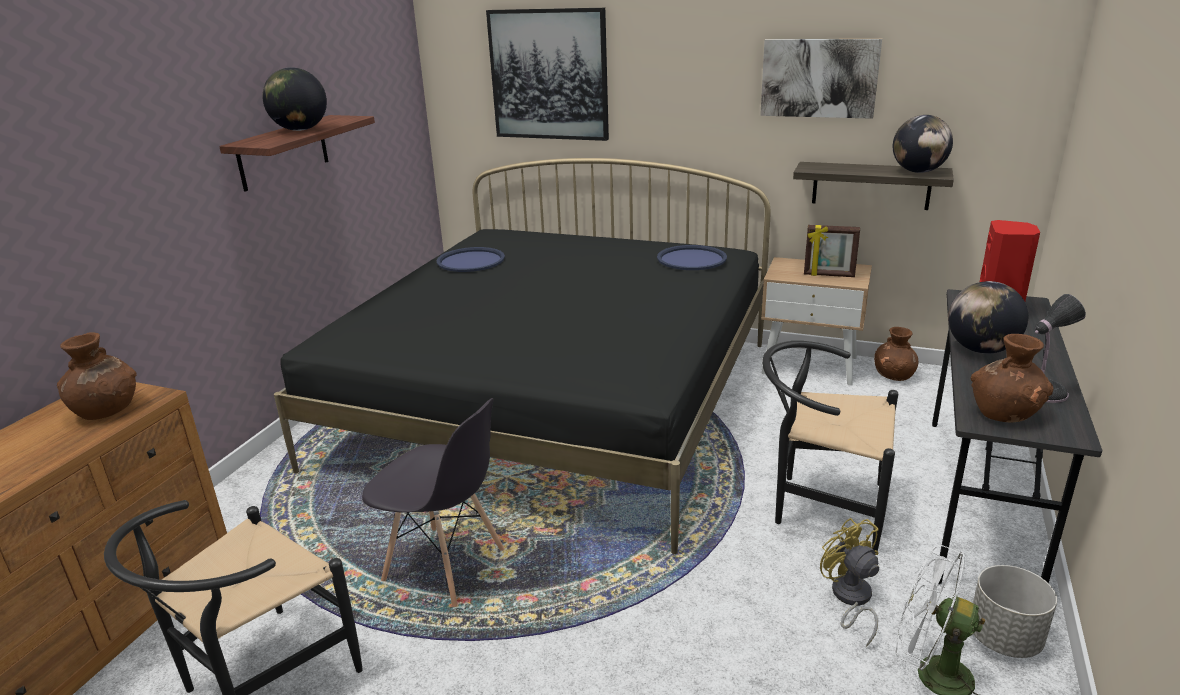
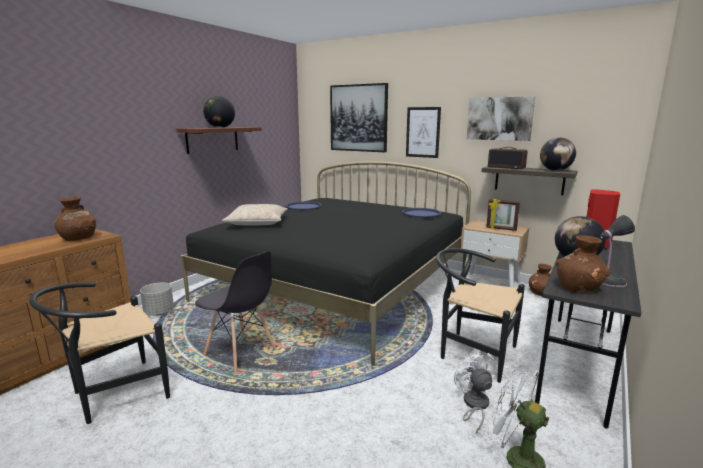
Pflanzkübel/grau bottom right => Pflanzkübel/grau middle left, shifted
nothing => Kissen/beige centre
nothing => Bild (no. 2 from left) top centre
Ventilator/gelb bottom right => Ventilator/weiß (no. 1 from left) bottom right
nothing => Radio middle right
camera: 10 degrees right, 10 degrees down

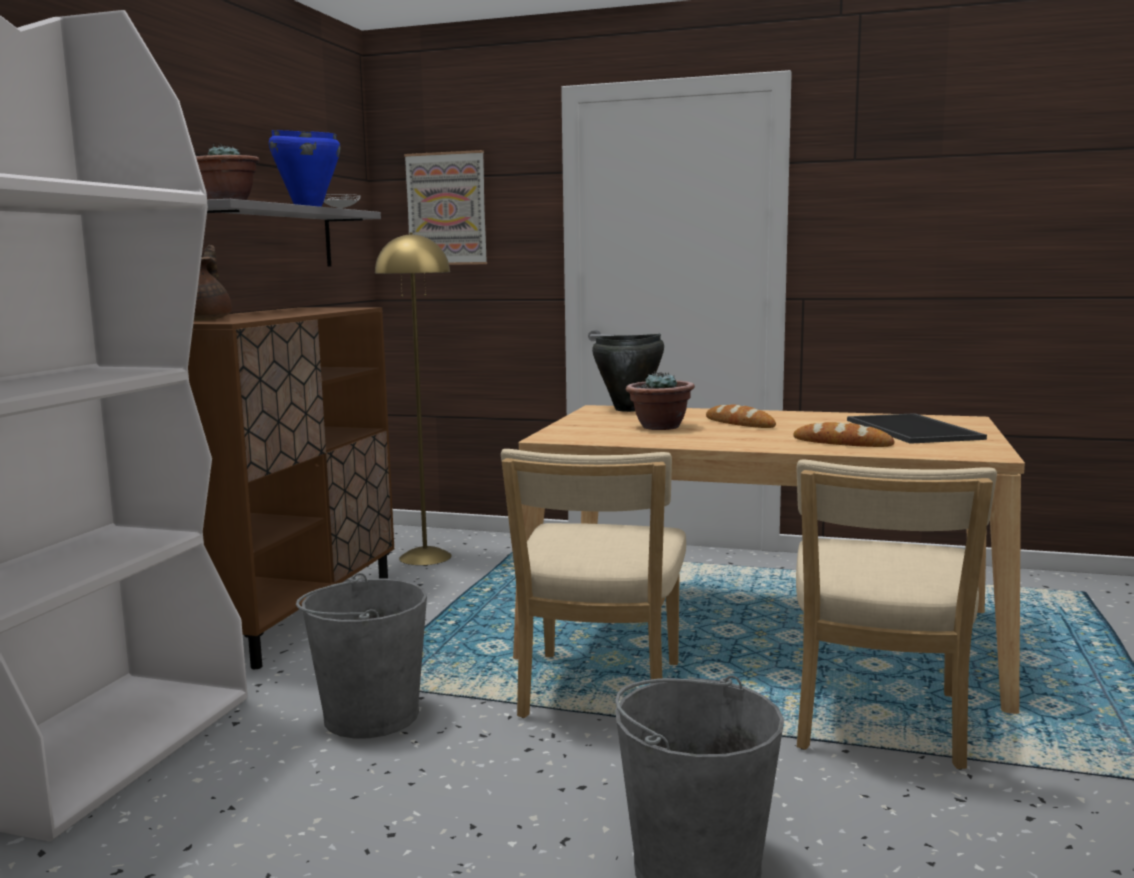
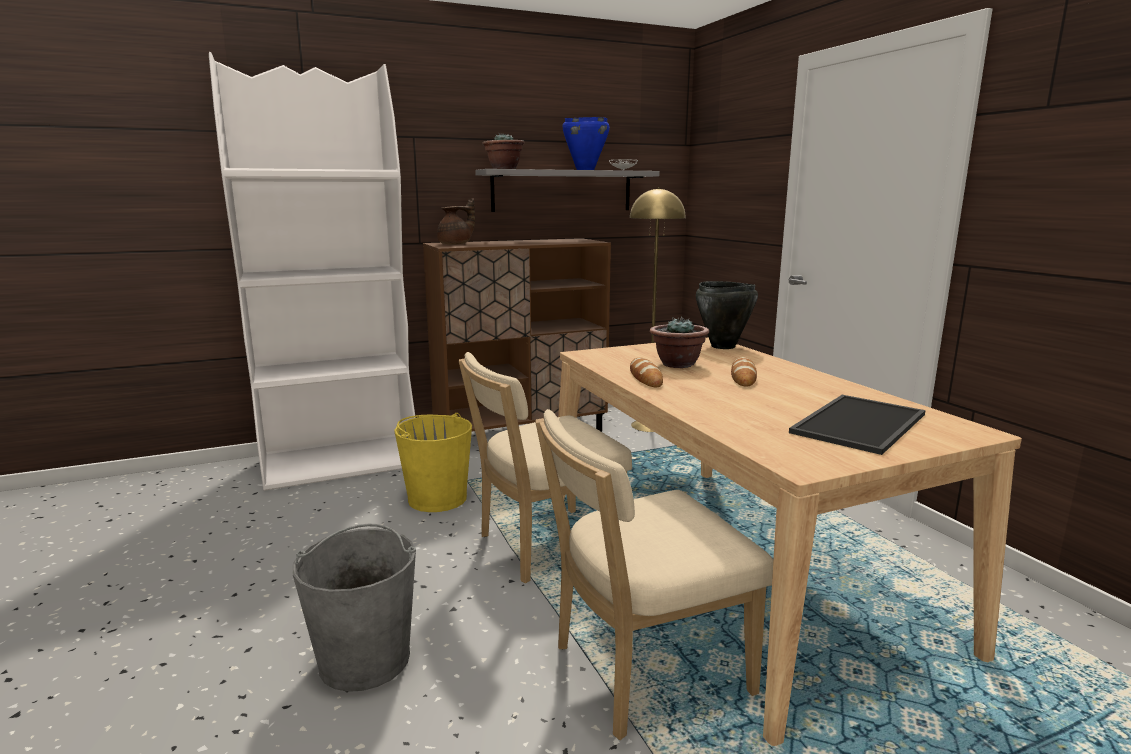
Eimer/grau (no. 1 from left) bottom left => Eimer/gelb centre
Brot (no. 2 from left in the first image) middle right => Brot (no. 1 from left) centre, shifted
Bild top centre => nothing
camera: 50 degrees right, 5 degrees up

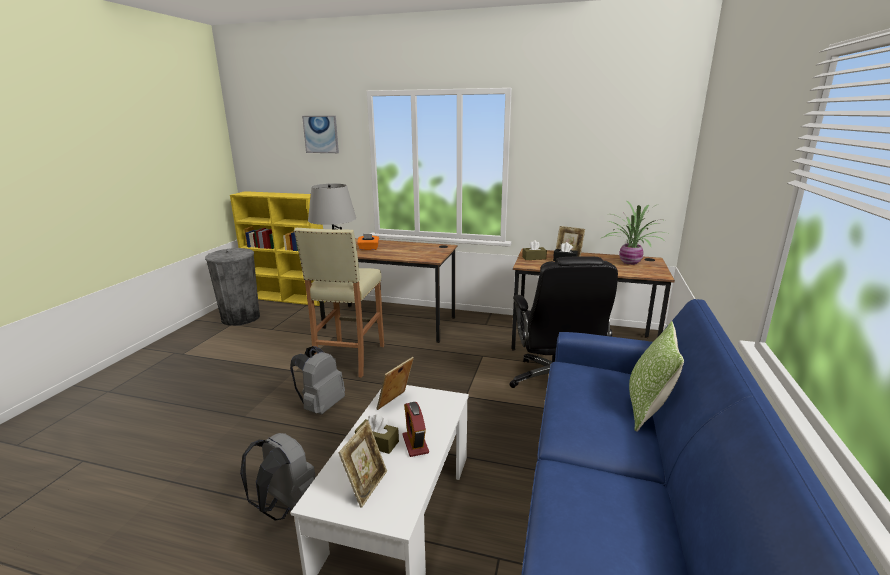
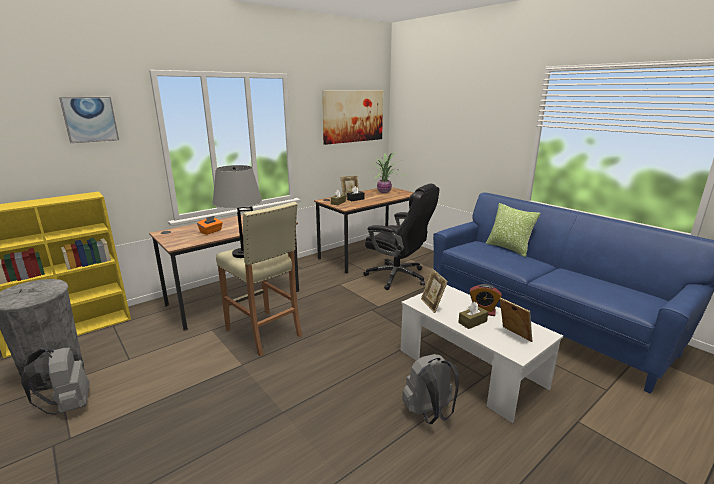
Rucksack/grau (no. 2 from left in the first image) centre => Rucksack/grau (no. 1 from left) bottom left, shifted
nothing => Bild (no. 2 from left) top centre
camera: 55 degrees left, 0 degrees up

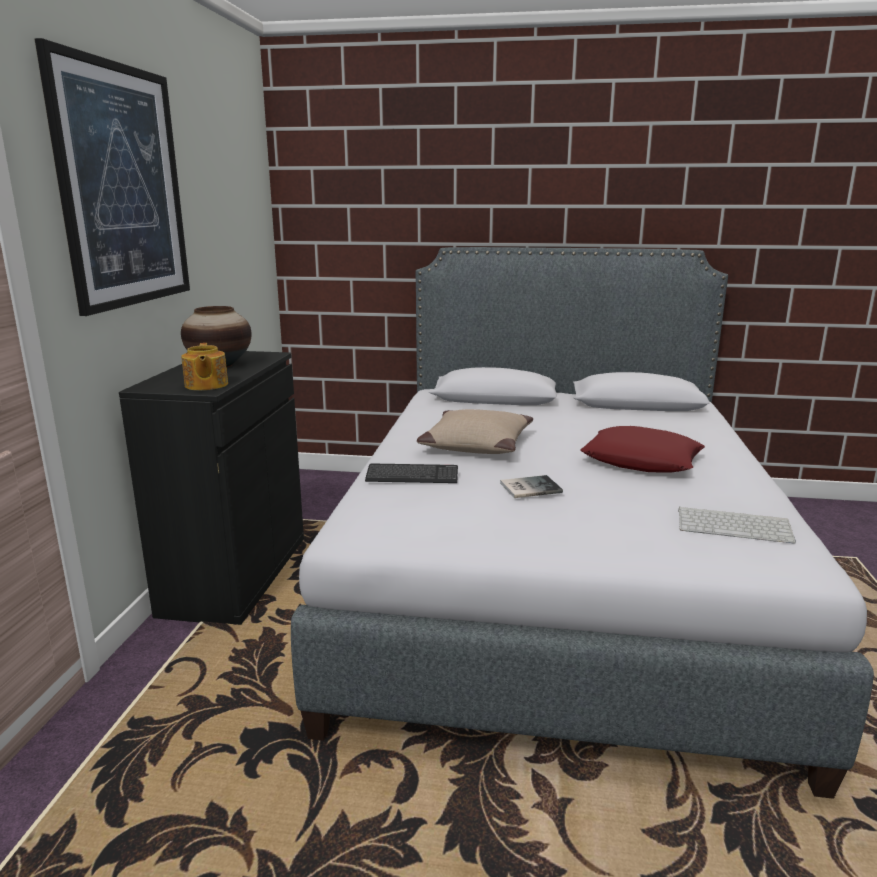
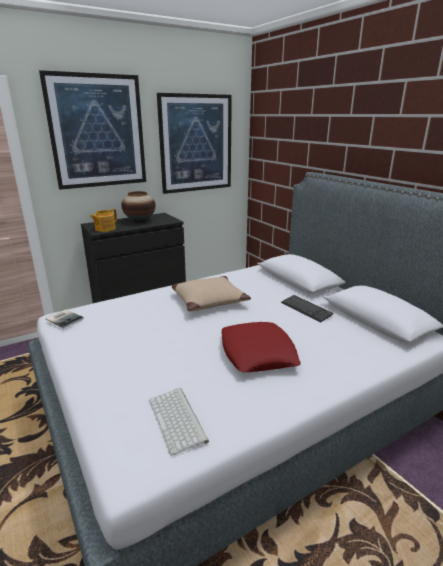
Buch centre => Buch middle left, shifted
nothing => Bild (no. 2 from left) top centre
Tastatur (no. 1 from left in the first image) centre => Tastatur (no. 2 from left) middle right, shifted
camera: 50 degrees right, 5 degrees up

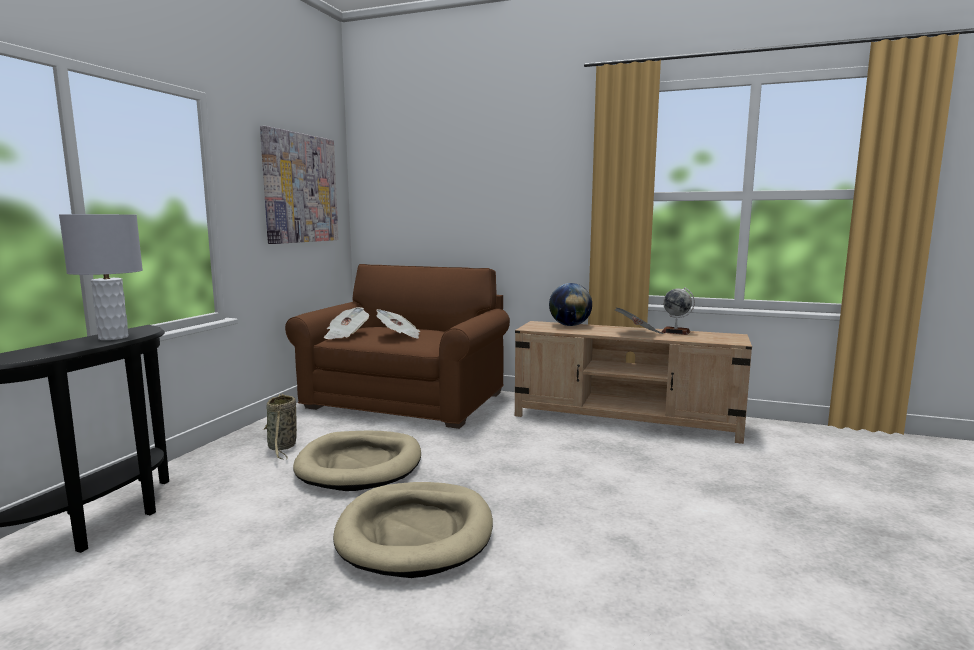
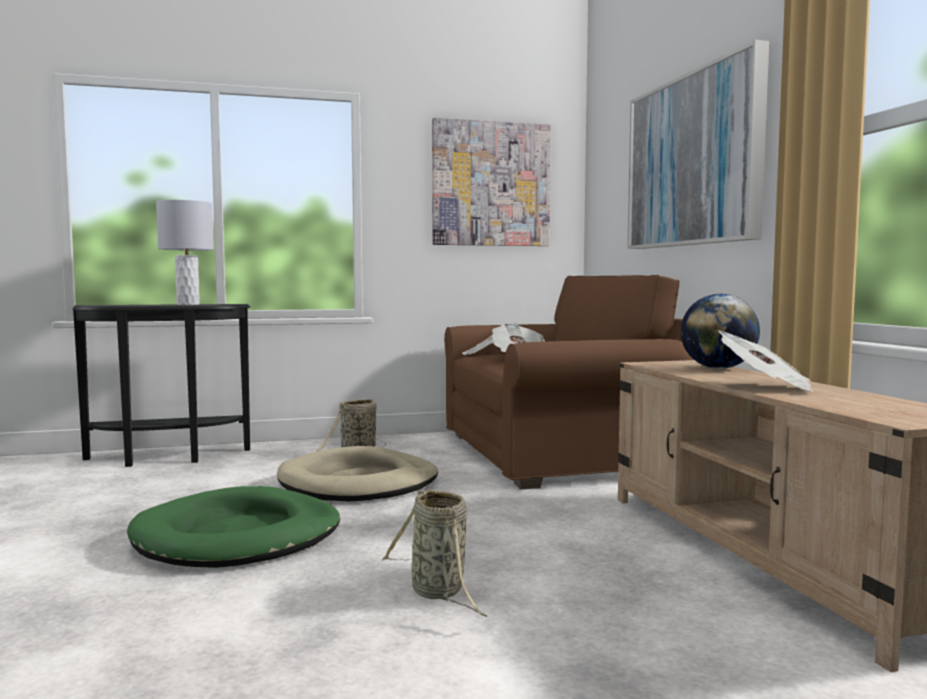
Hundebett/beige (no. 2 from left) bottom centre => Hundebett/grün bottom left
nothing => Korb (no. 2 from left) bottom centre
nothing => Bild (no. 2 from left) top right
Globus (no. 2 from left) middle right => nothing
camera: 55 degrees right, 5 degrees down

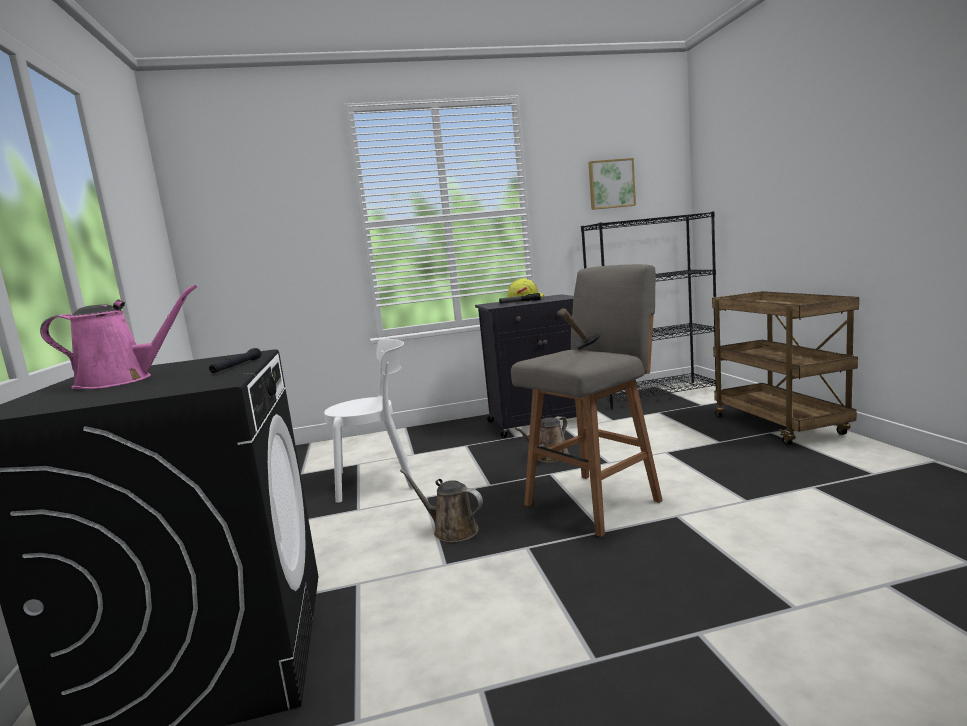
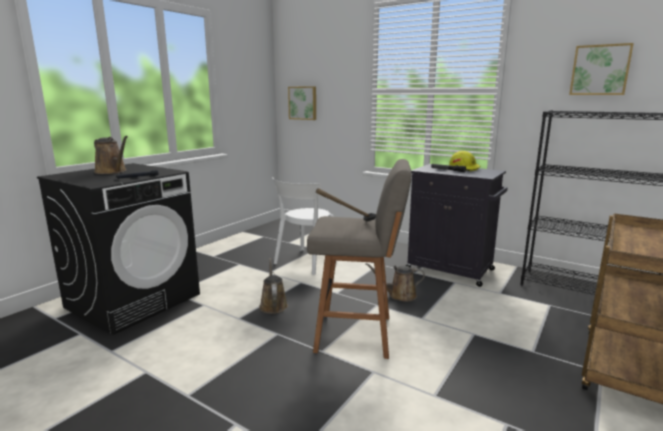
Gießkanne/rosa middle left => Gießkanne/braun (no. 1 from left) middle left
Stuhl/weiß centre, 90 degrees clockwise
nothing => Bild (no. 1 from left) top centre
camera: 45 degrees right, 5 degrees up

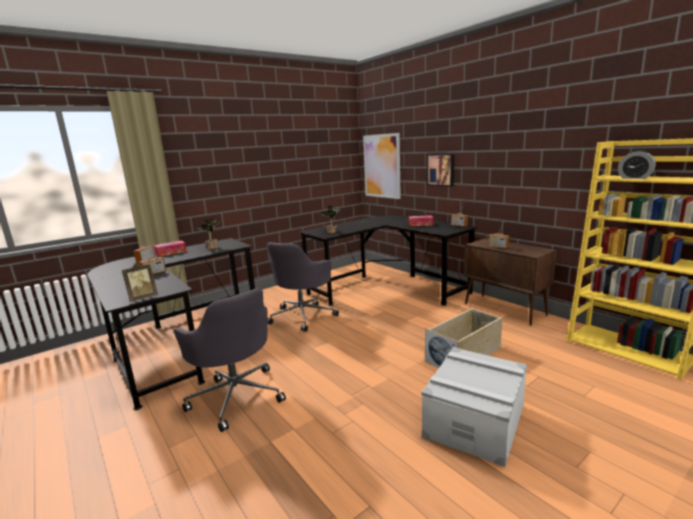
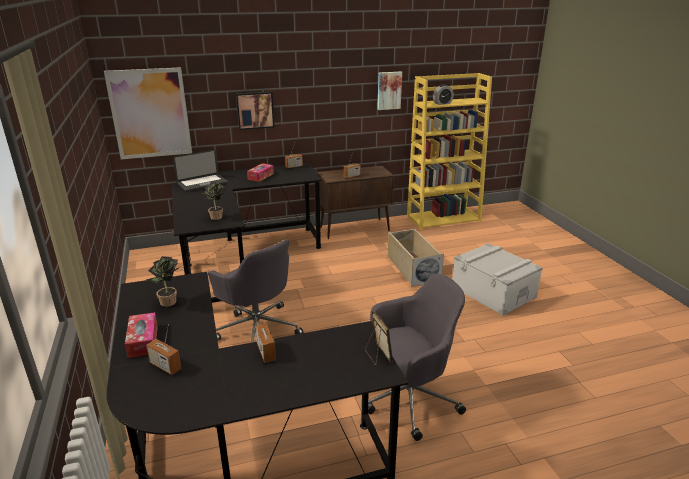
nothing => Laptop middle left
nothing => Bild (no. 3 from left) top centre
camera: 70 degrees left, 10 degrees up

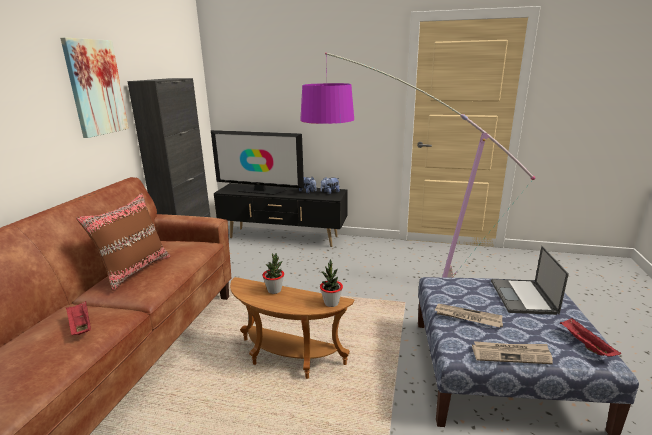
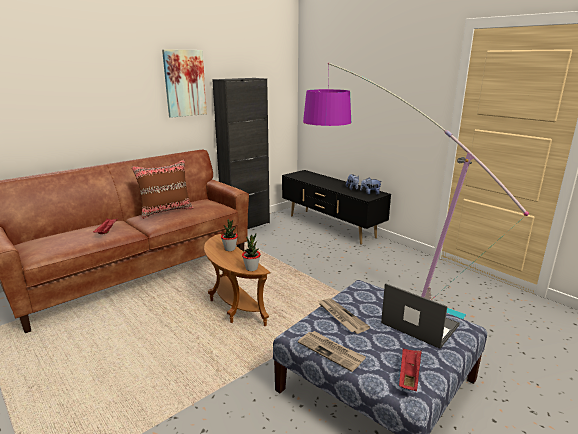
Laptop middle right => Laptop bottom right, 90 degrees clockwise
Fernseher centre => nothing
camera: 35 degrees right, 0 degrees up

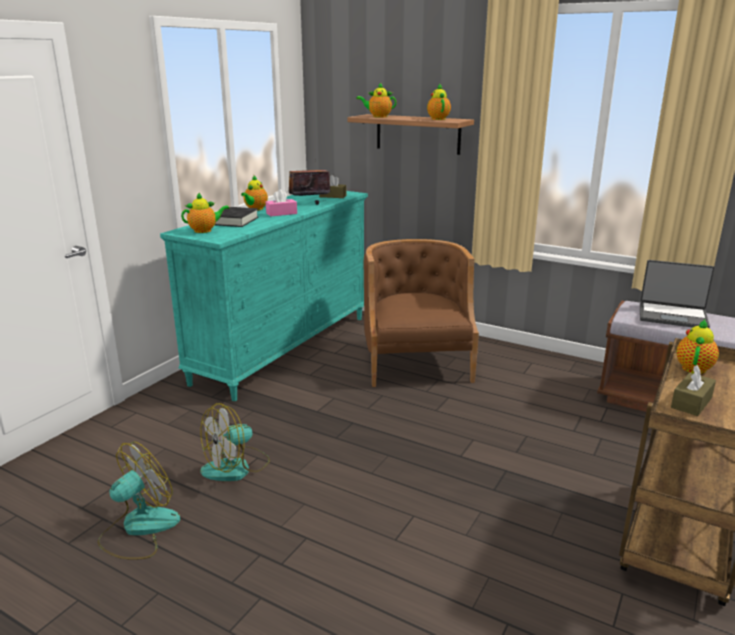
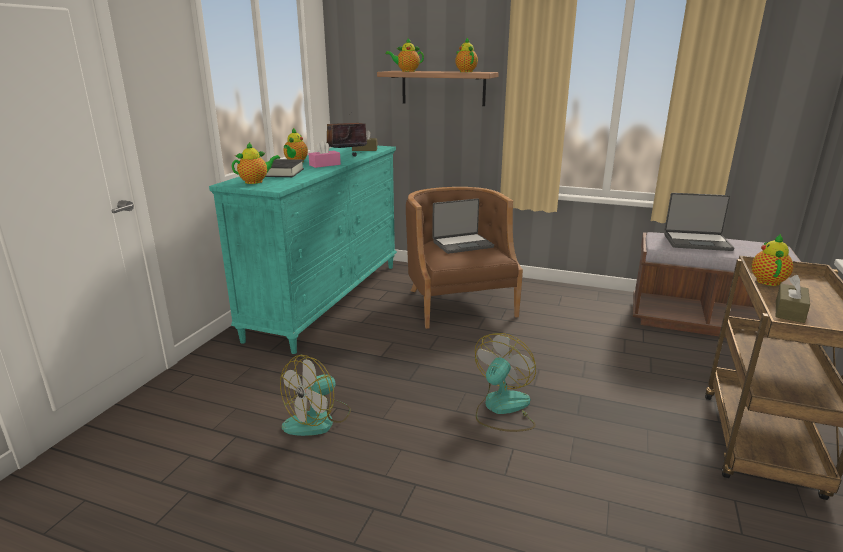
nothing => Laptop (no. 1 from left) centre
Ventilator (no. 1 from left in the first image) bottom left => Ventilator (no. 2 from left) bottom centre, shifted
camera: 10 degrees left, 0 degrees up

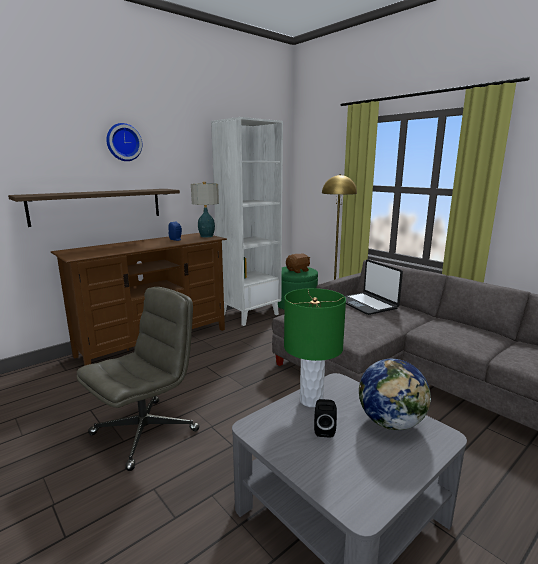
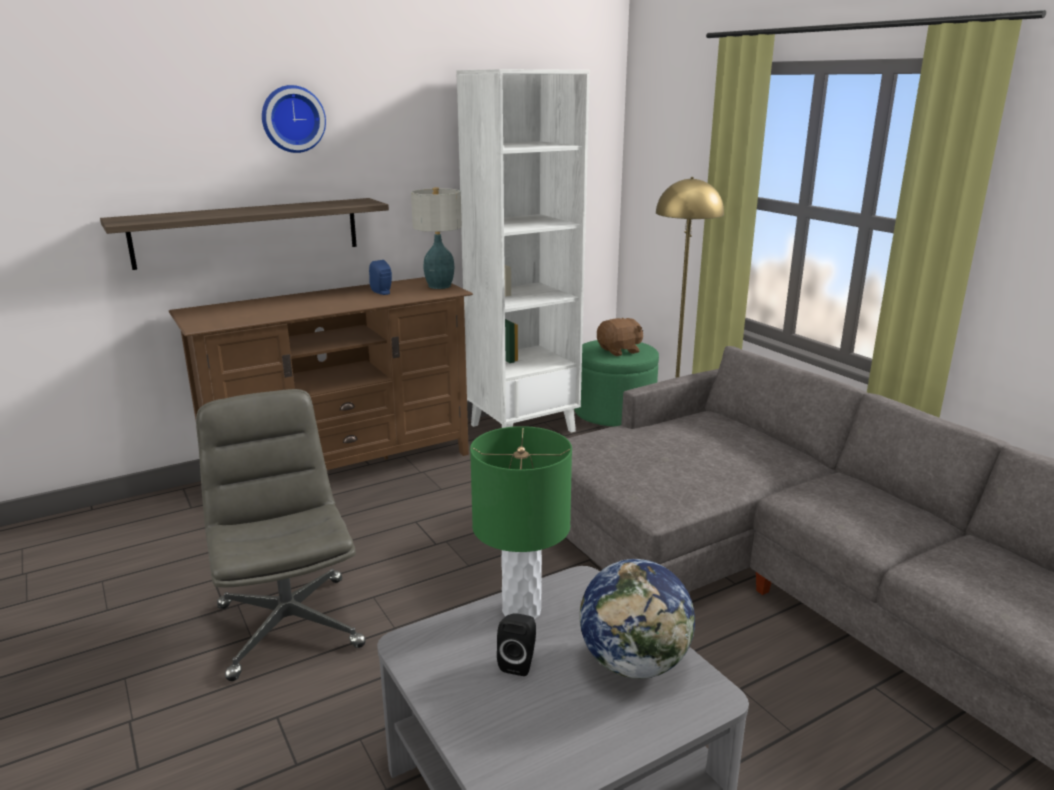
Bürostuhl/grau bottom left, 75 degrees counterclockwise
Laptop middle right => nothing
camera: 10 degrees right, 5 degrees up

